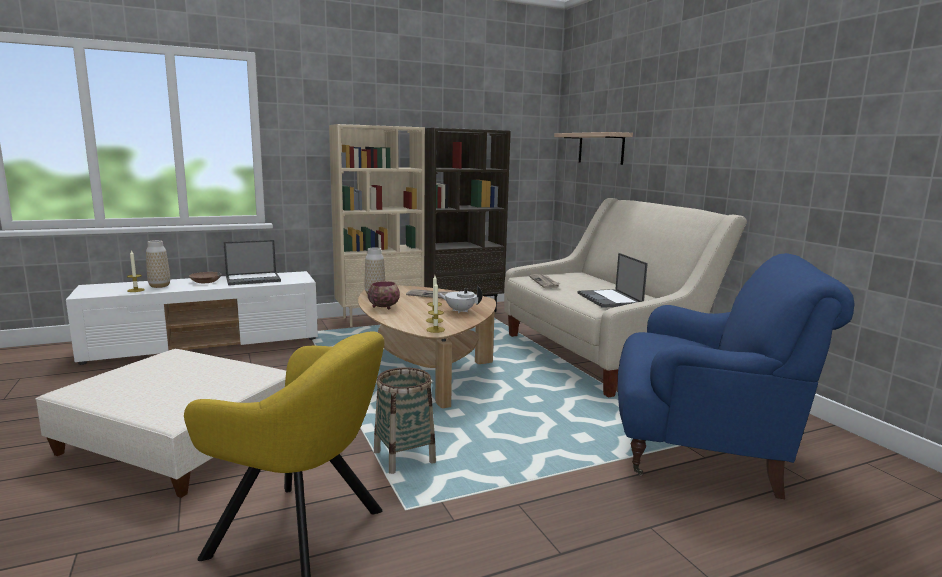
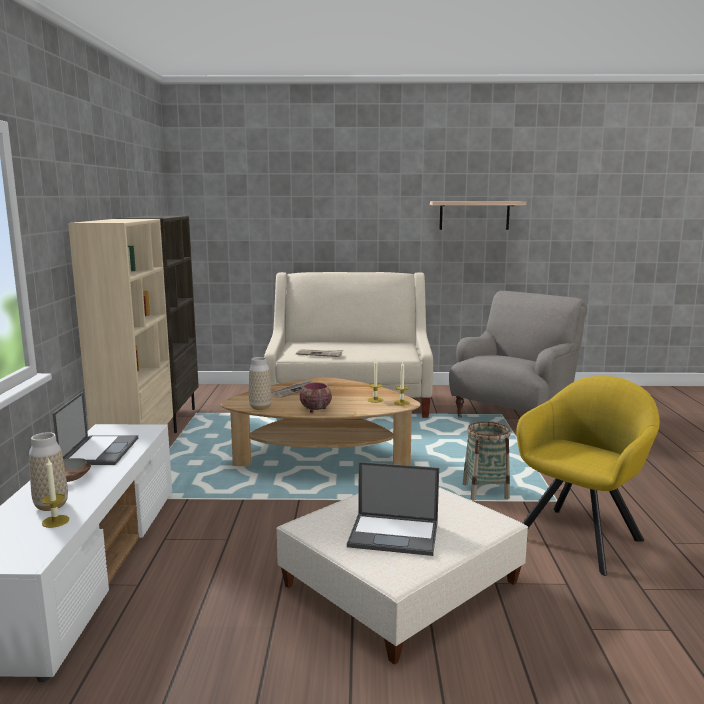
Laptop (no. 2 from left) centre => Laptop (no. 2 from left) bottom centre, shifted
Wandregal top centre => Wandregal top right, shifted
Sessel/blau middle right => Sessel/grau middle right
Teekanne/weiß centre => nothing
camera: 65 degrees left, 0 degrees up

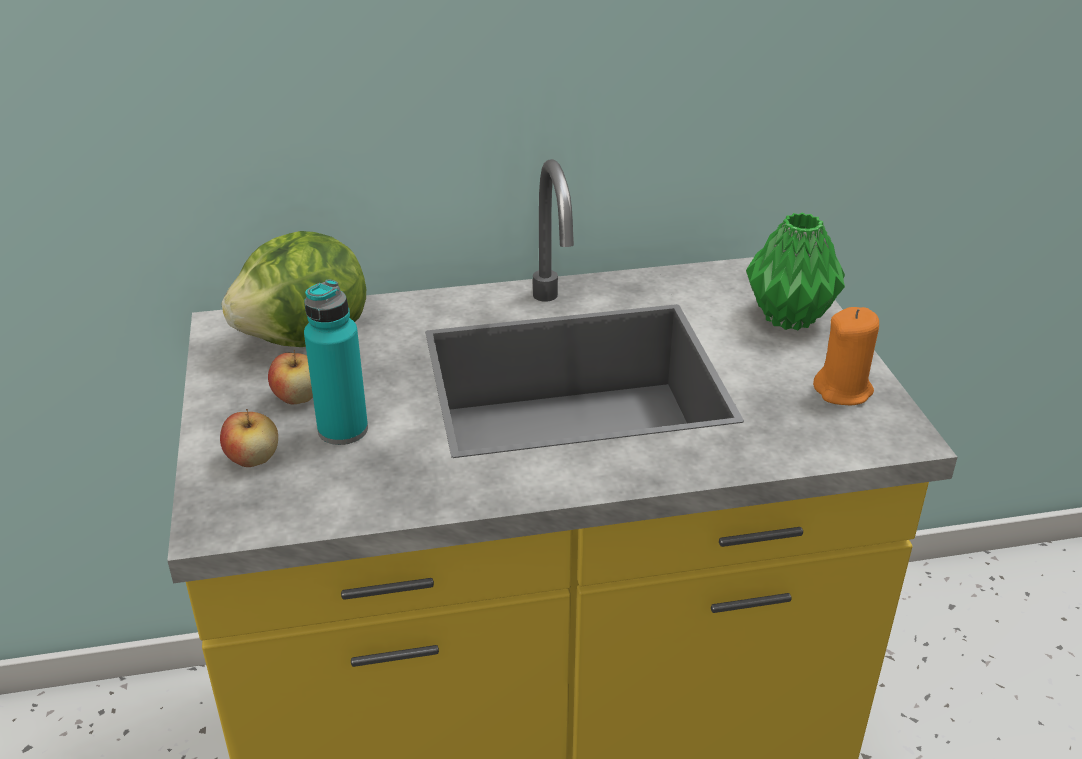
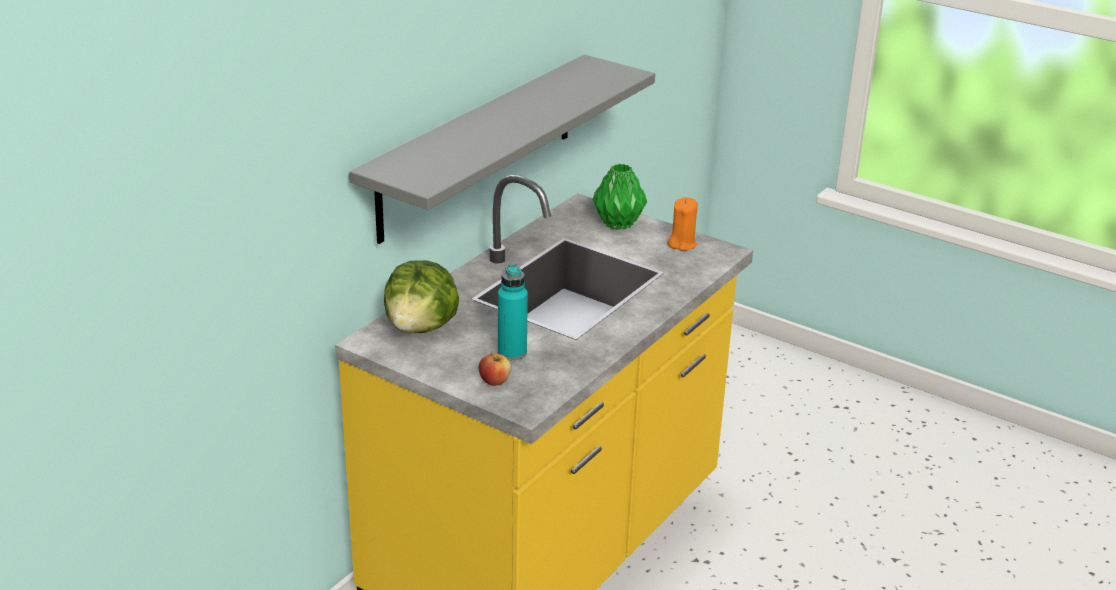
nothing => Wandregal/grau top centre
Apfel (no. 2 from left) middle left => nothing
camera: 45 degrees left, 5 degrees down

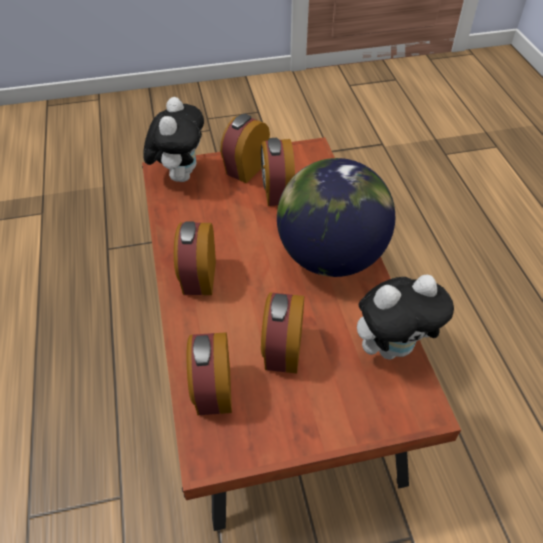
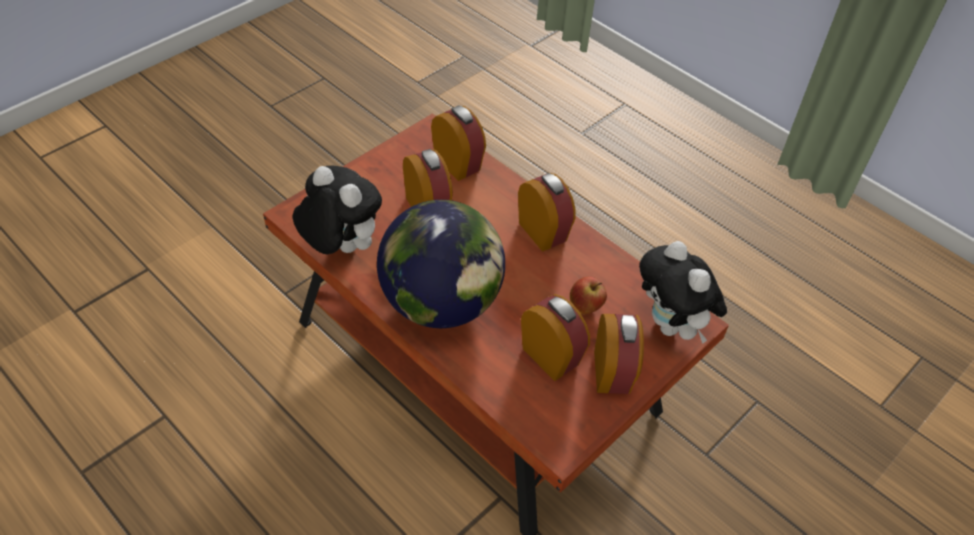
Plüschtier (no. 2 from left in the first image) middle right => Plüschtier (no. 1 from left) centre, 90 degrees clockwise
nothing => Apfel centre
camera: 145 degrees right, 0 degrees up

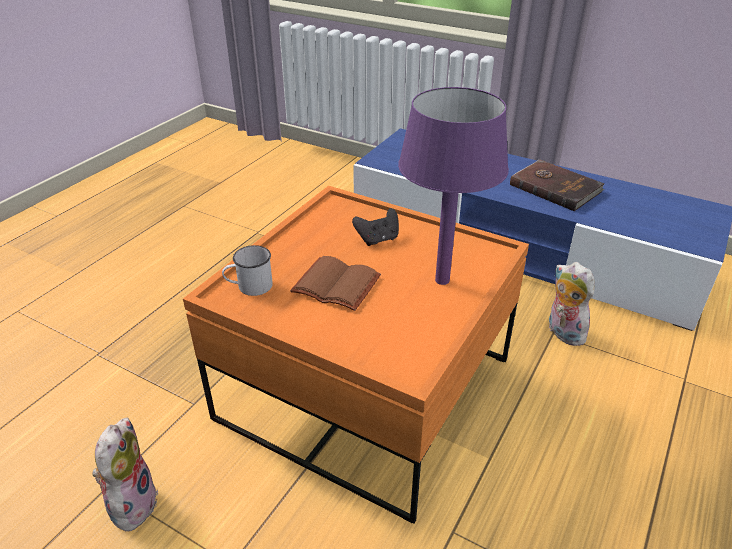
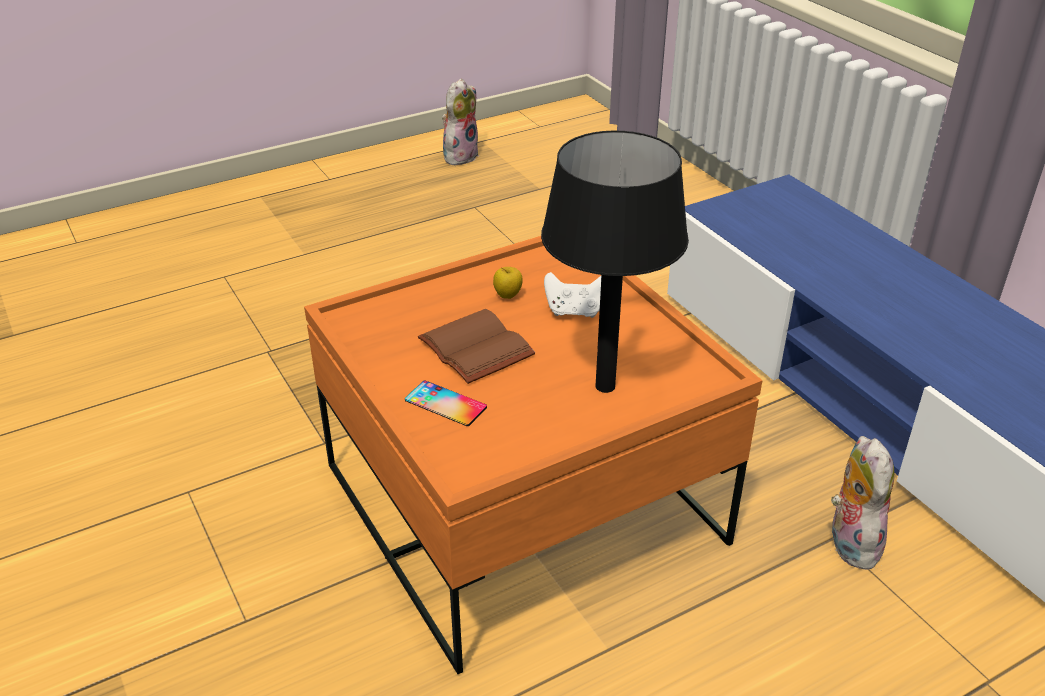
nothing => Handy centre
Plüschtier (no. 1 from left) bottom left => Plüschtier (no. 1 from left) top centre, shifted
nothing => Apfel centre
Tischlampe/lila centre => Tischlampe/schwarz centre
Gamepad/schwarz centre => Gamepad/weiß centre
Henkelbecher/weiß centre => nothing
Buch/braun (no. 2 from left) middle right => nothing
camera: 30 degrees right, 0 degrees up

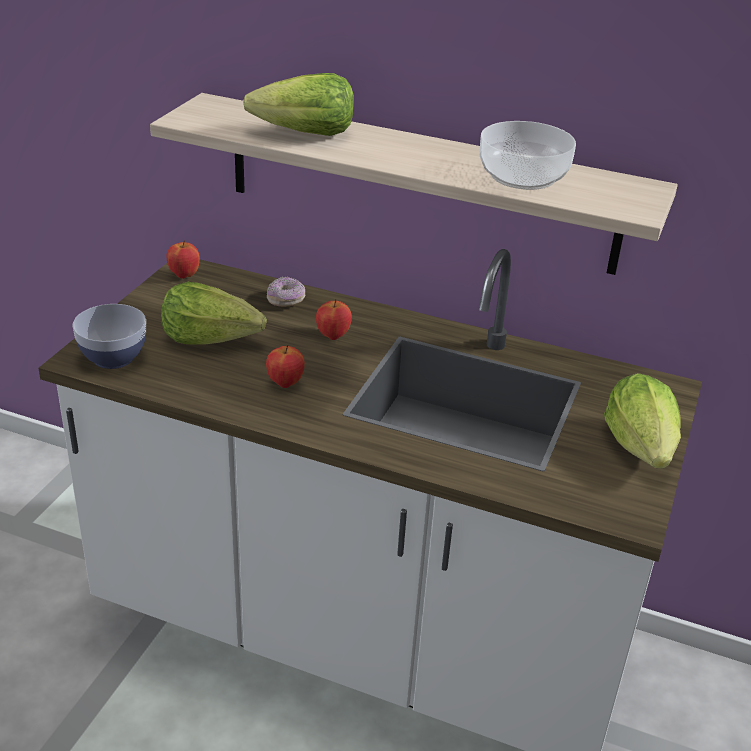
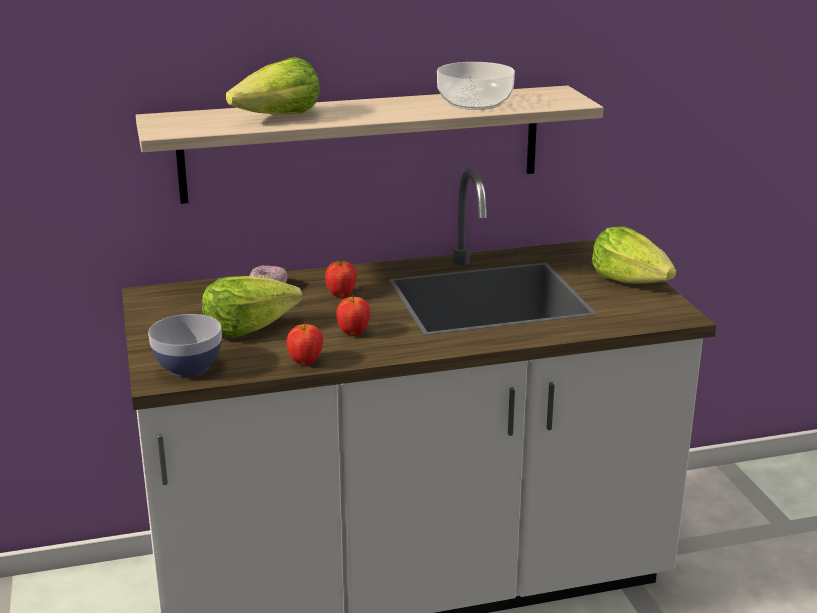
Apfel (no. 1 from left) middle left => Apfel (no. 1 from left) centre, shifted
camera: 35 degrees left, 10 degrees down

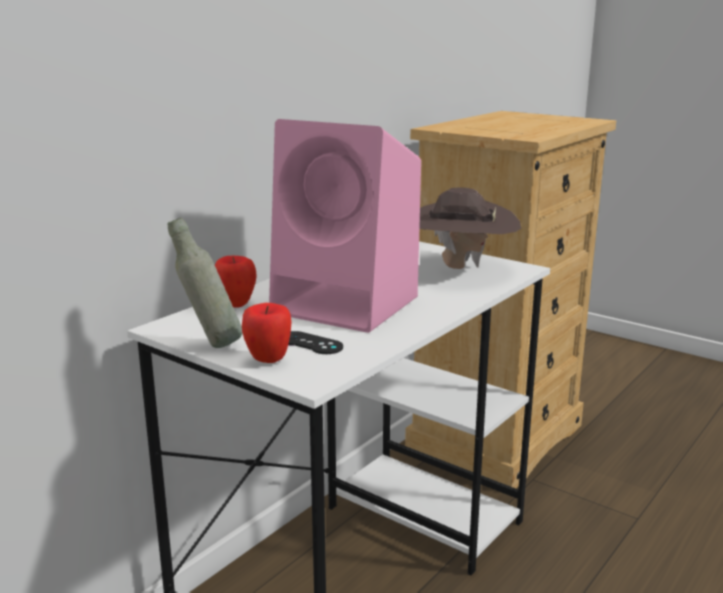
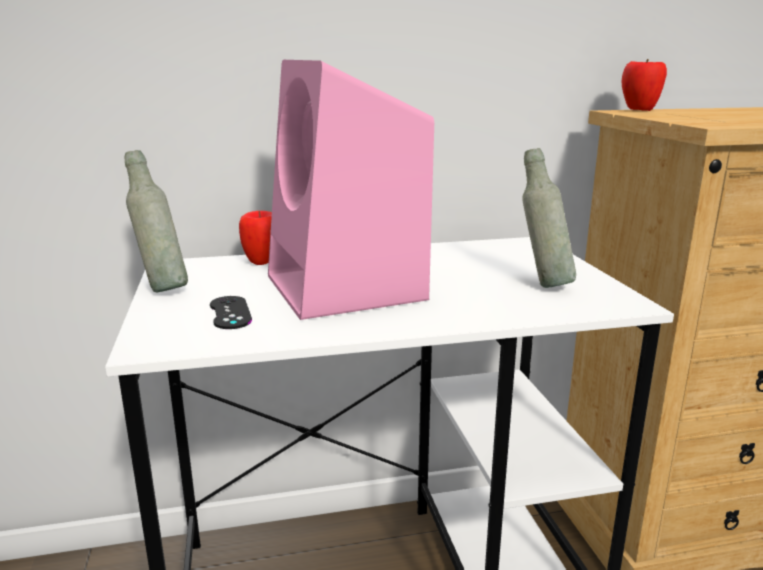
Hut/braun centre => Flasche/grau (no. 2 from left) middle right
Apfel (no. 2 from left) centre => Apfel (no. 2 from left) top right, shifted
camera: 40 degrees right, 0 degrees up

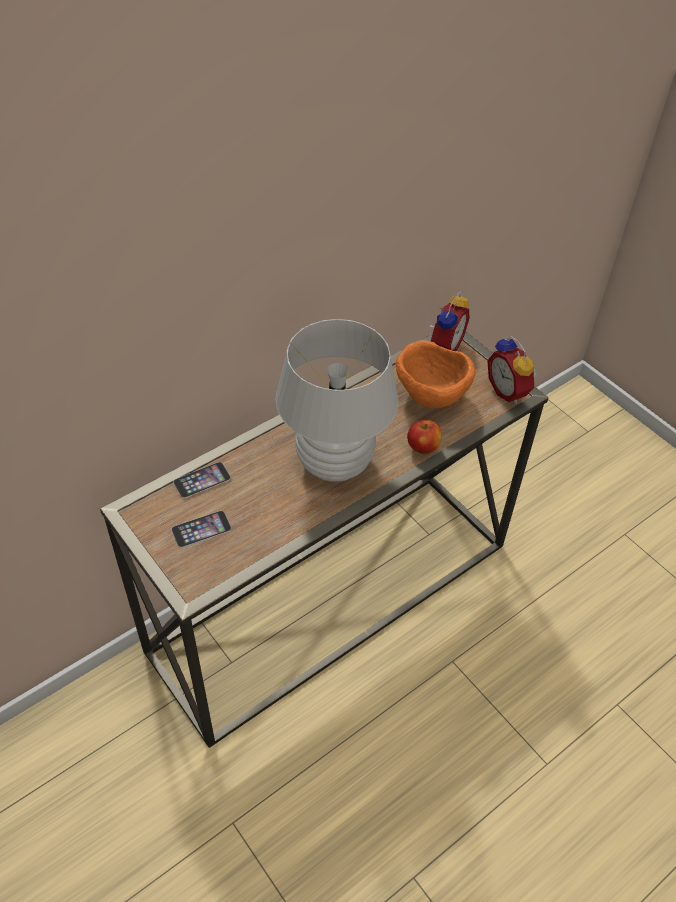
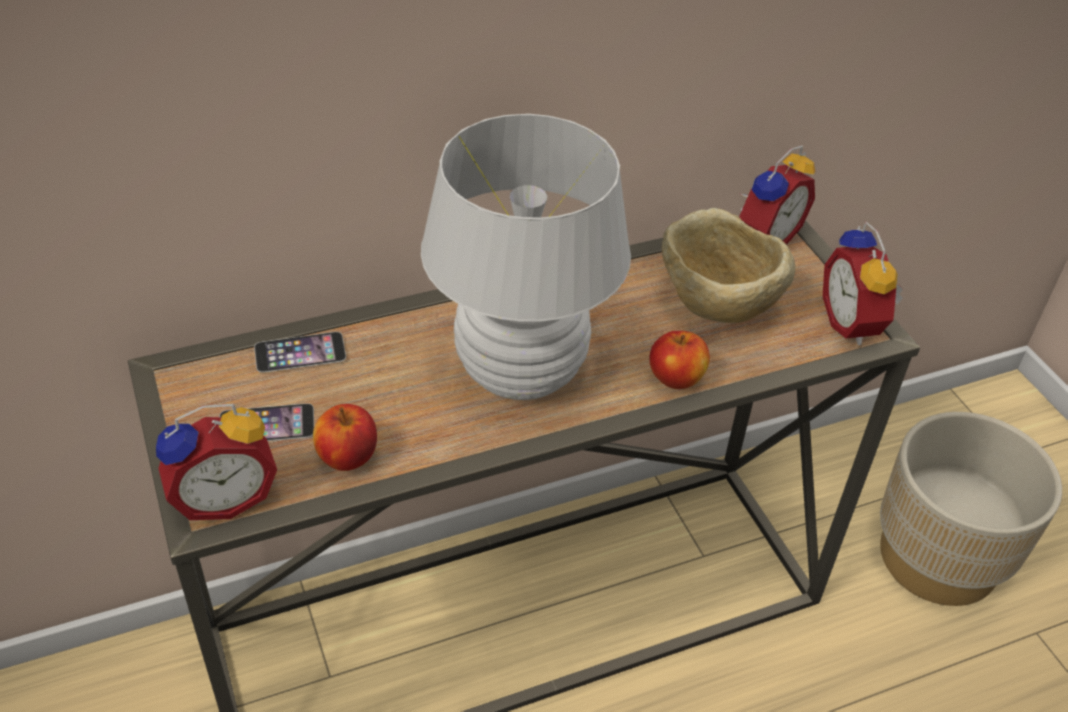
nothing => Wecker (no. 1 from left) middle left
nothing => Apfel (no. 1 from left) middle left
Schüssel/orange centre => Schüssel/beige middle right
nothing => Pflanzkübel/beige bottom right
camera: 15 degrees right, 5 degrees down

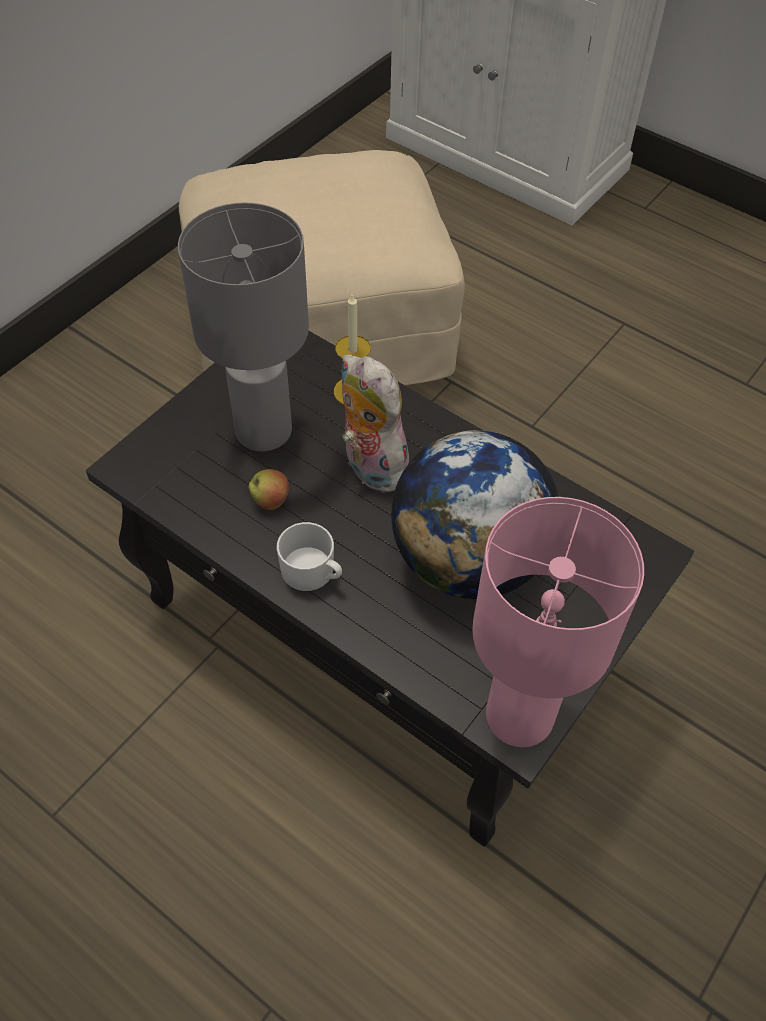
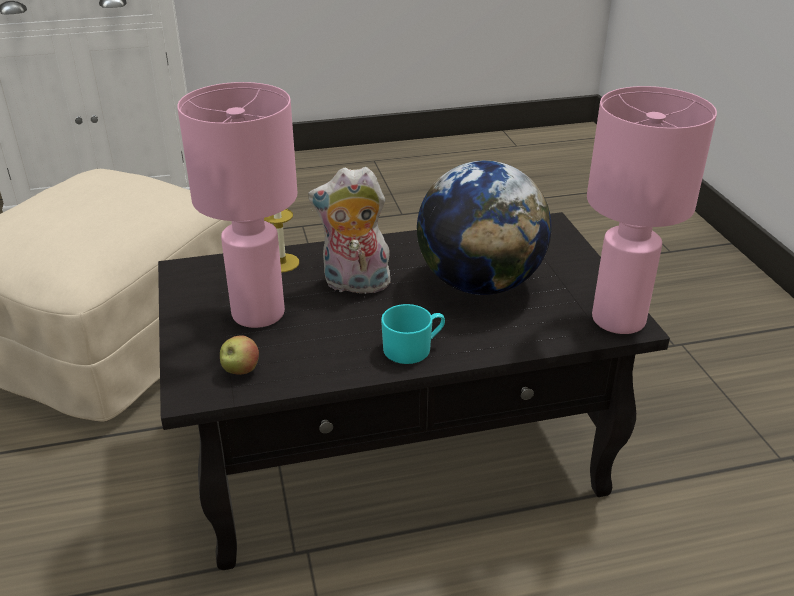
Tischlampe/grau top left => Tischlampe/rosa (no. 1 from left) middle left
Apfel centre => Apfel middle left, shifted
Henkelbecher/weiß centre => Henkelbecher/türkis centre
camera: 50 degrees left, 20 degrees down

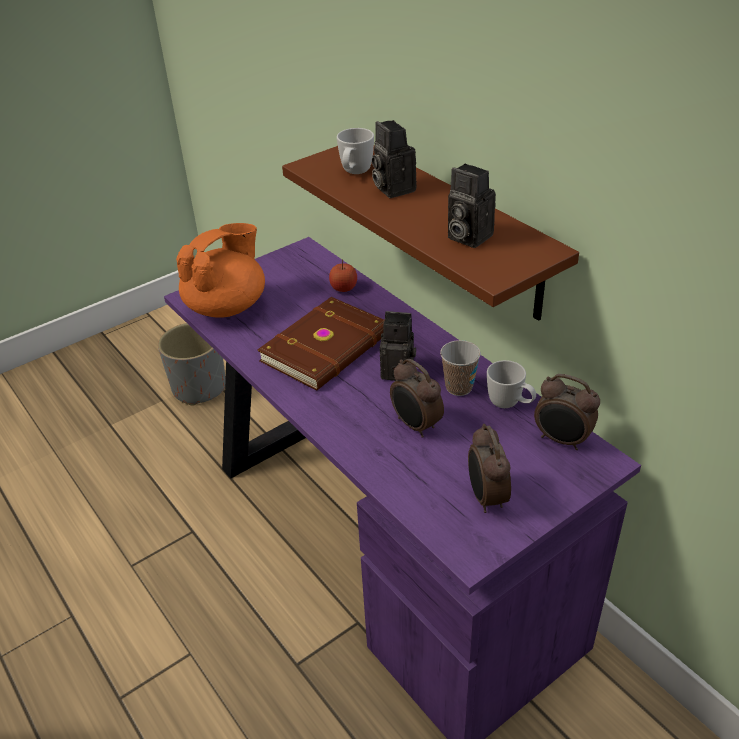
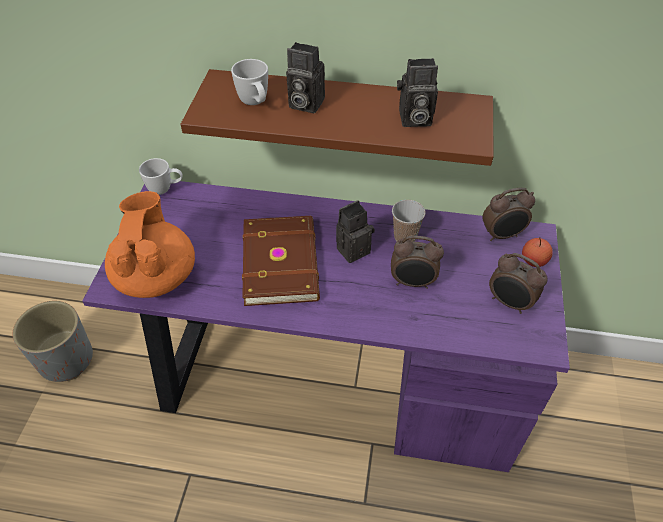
Henkelbecher/weiß (no. 2 from left in the first image) middle right => Henkelbecher/weiß (no. 1 from left) middle left, shifted
Apfel centre => Apfel middle right, shifted
camera: 45 degrees left, 10 degrees up

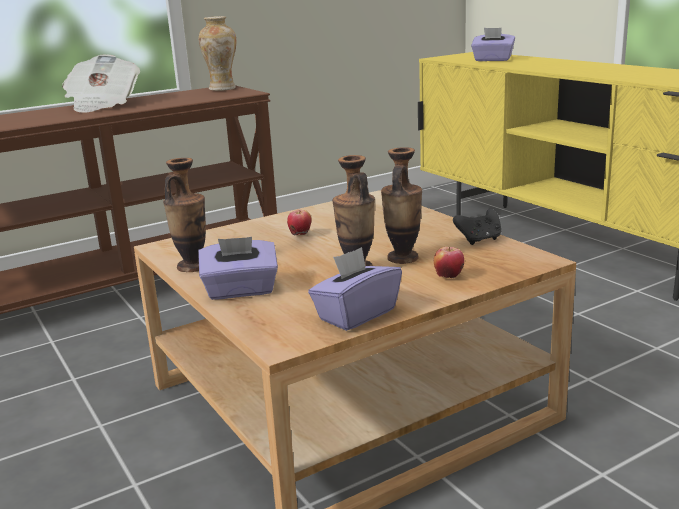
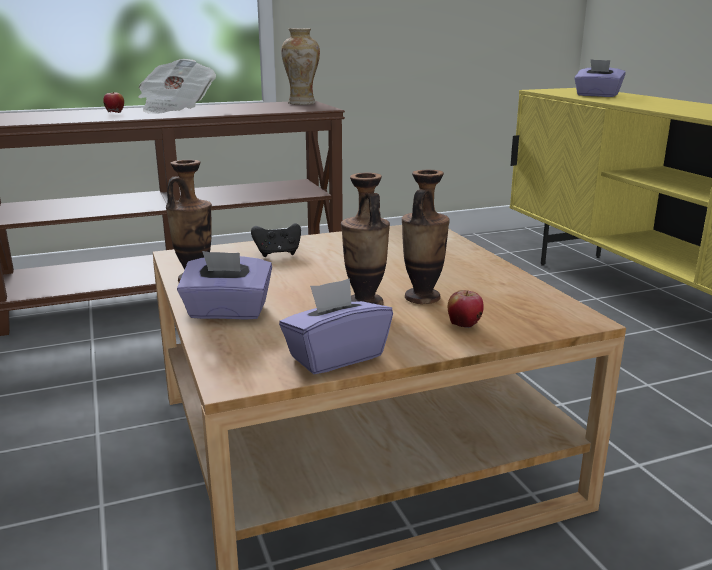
Apfel (no. 1 from left) centre => Apfel (no. 1 from left) top left, shifted
Gamepad/schwarz middle right => Gamepad/schwarz centre, shifted
camera: 10 degrees right, 0 degrees up

